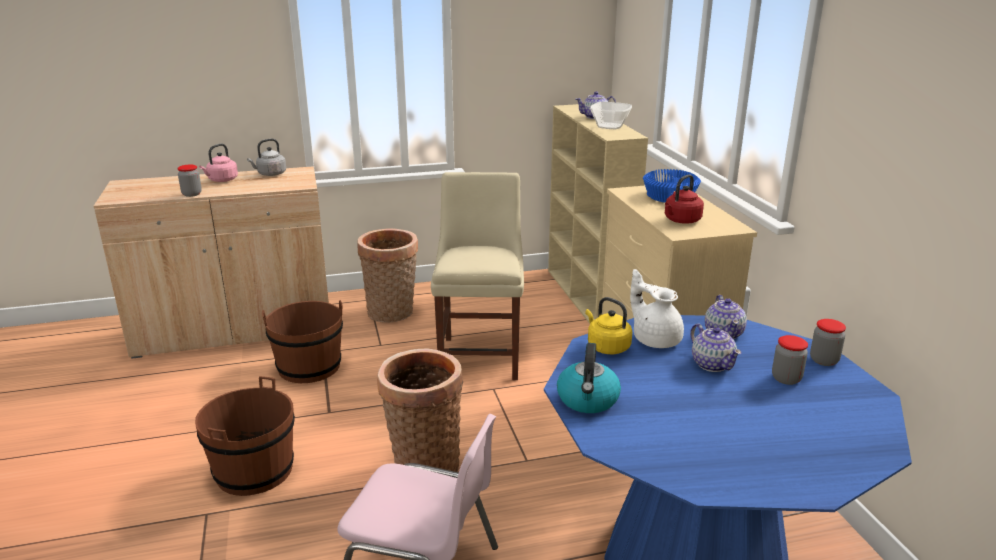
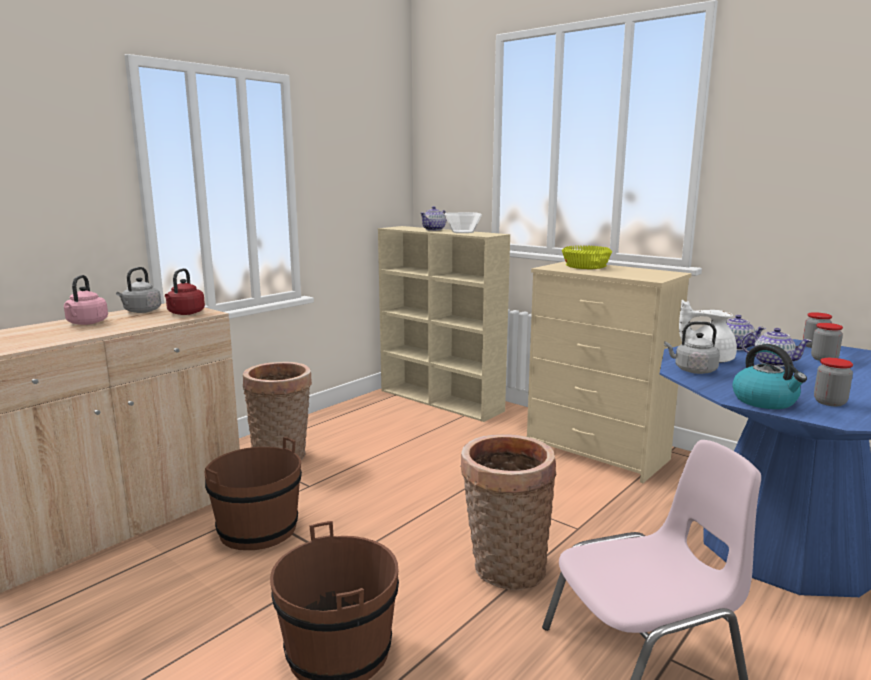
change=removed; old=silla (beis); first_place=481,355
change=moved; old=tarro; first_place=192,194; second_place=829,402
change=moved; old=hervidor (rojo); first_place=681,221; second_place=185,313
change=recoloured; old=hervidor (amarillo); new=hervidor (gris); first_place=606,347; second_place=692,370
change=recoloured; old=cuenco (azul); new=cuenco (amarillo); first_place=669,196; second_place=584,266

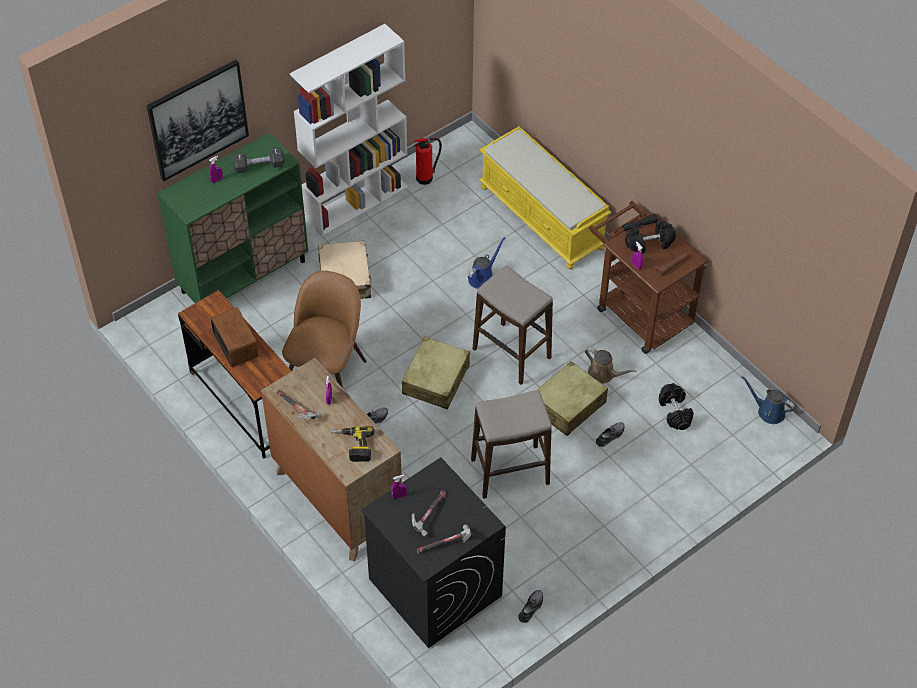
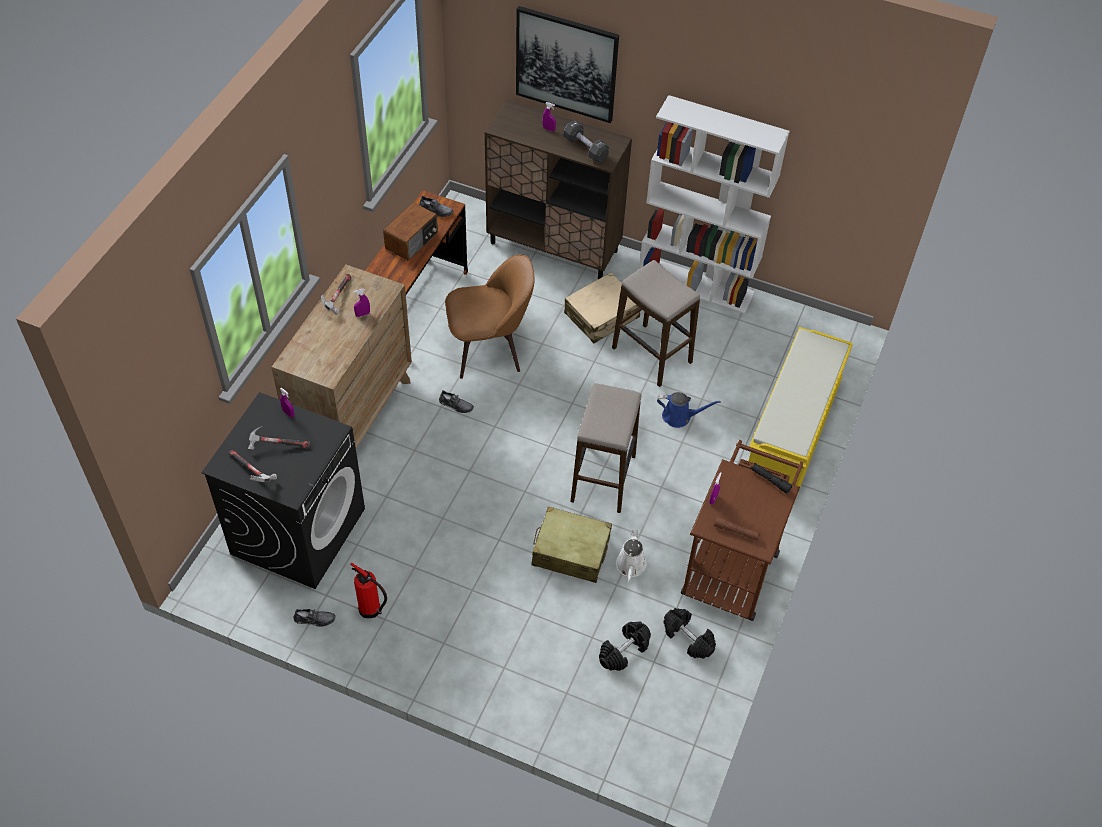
change=removed; old=taladro; first_place=352,446
change=removed; old=maleta (beis); first_place=436,380
change=removed; old=regadera (azul); first_place=768,411
change=moved; old=extintor; first_place=426,178; second_place=371,610
change=moved; old=taburete; first_place=510,472; second_place=651,355
change=moved; old=zapato (gris); first_place=610,436; second_place=436,210
change=moved; old=mancuerna (negro); first_place=649,244; second_place=687,638
change=recoloured; old=armario (verde); new=armario (marrón); first_place=244,276; second_place=554,247
change=recoloured; old=regadera (marrón); new=regadera (blanco); first_place=604,374; second_place=630,567

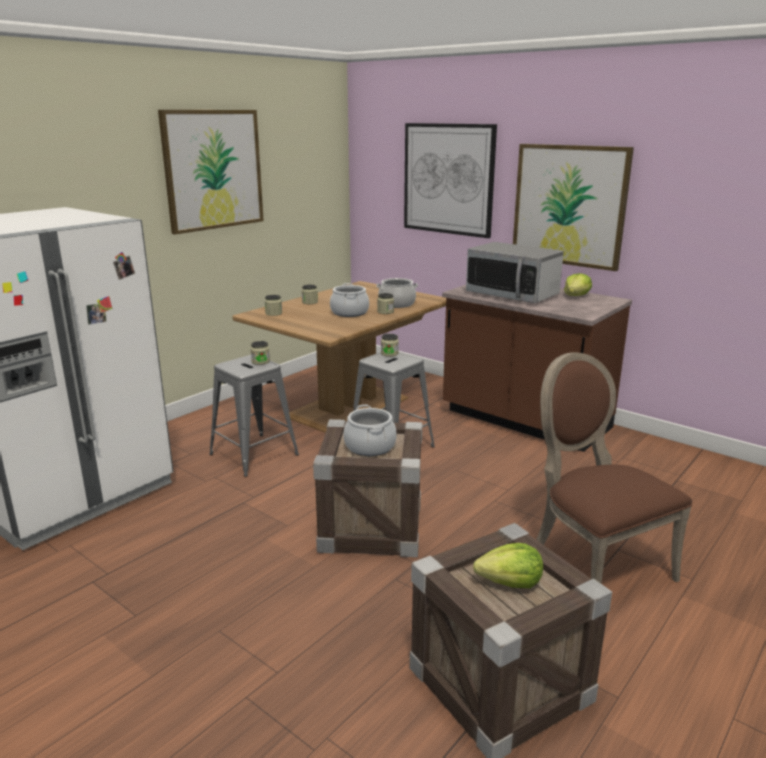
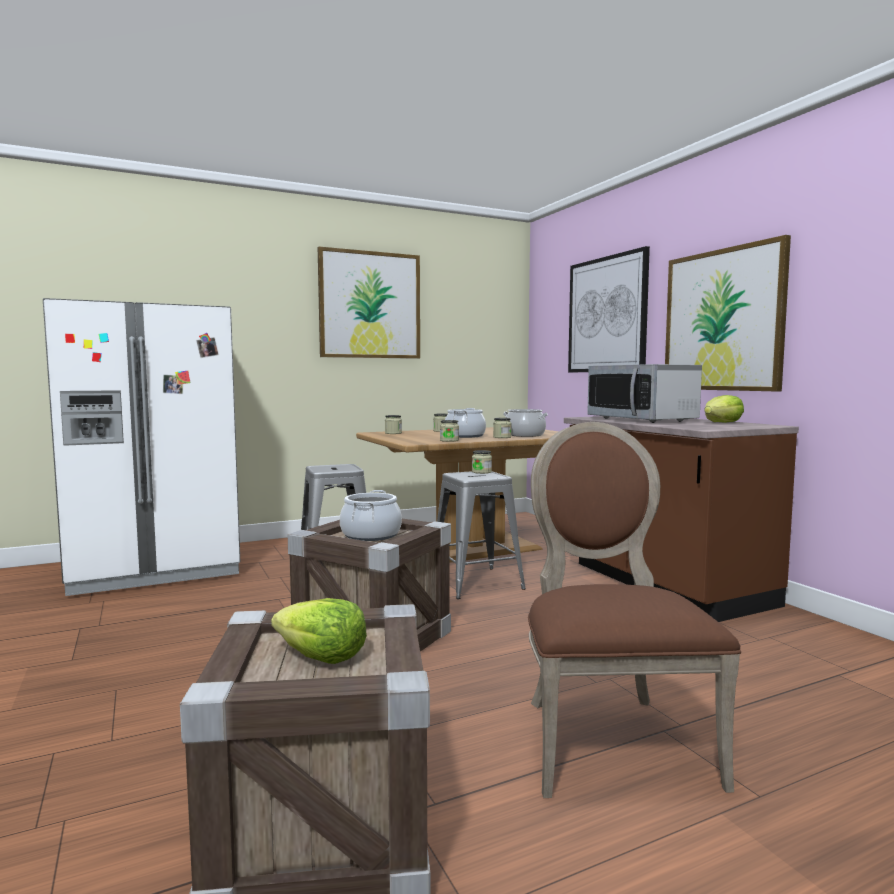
change=moved; old=tarro; first_place=260,361; second_place=449,440

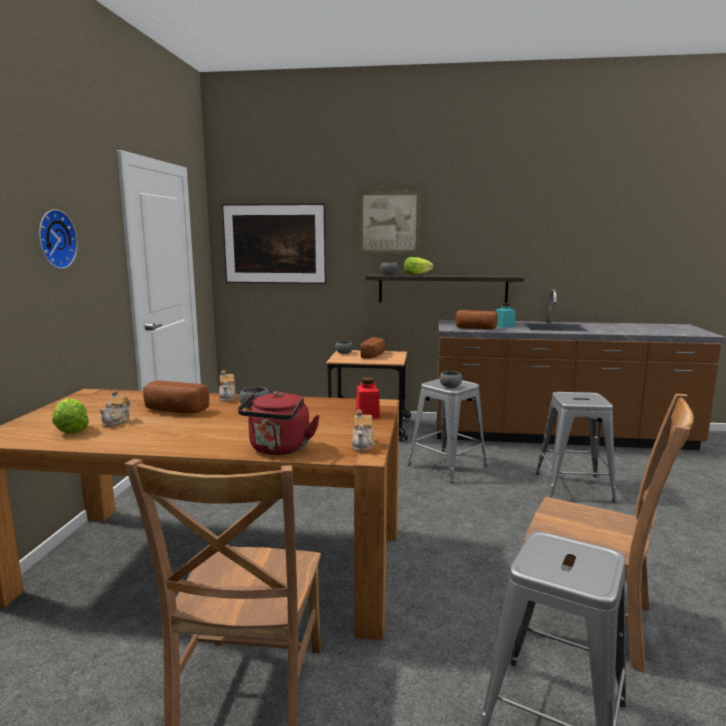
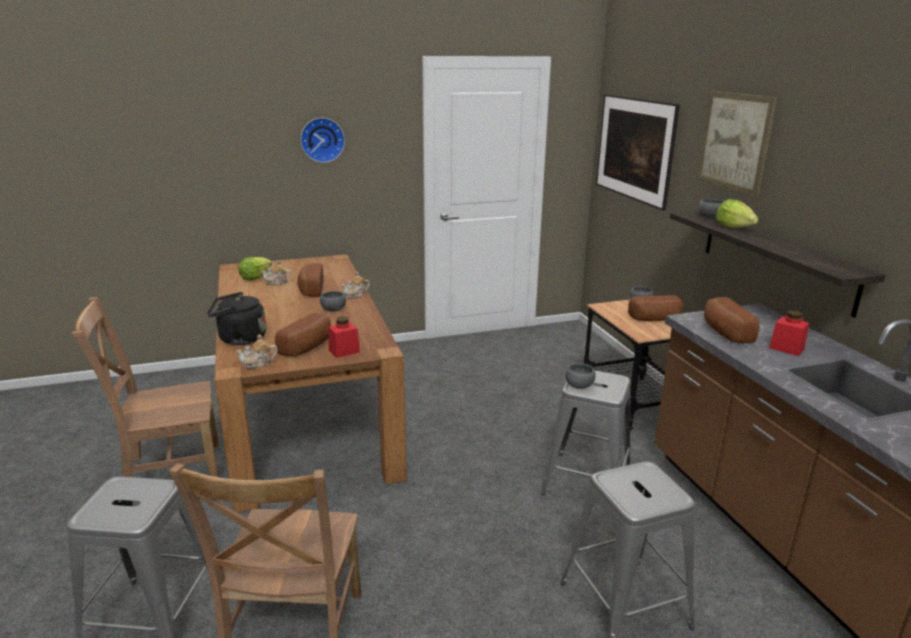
change=added; new=pan; second_place=308,347
change=recoloured; old=hervidor (rojo); new=hervidor (negro); first_place=278,449; second_place=239,339
change=recoloured; old=tarro (turquesa); new=tarro (rojo); first_place=504,326; second_place=786,348

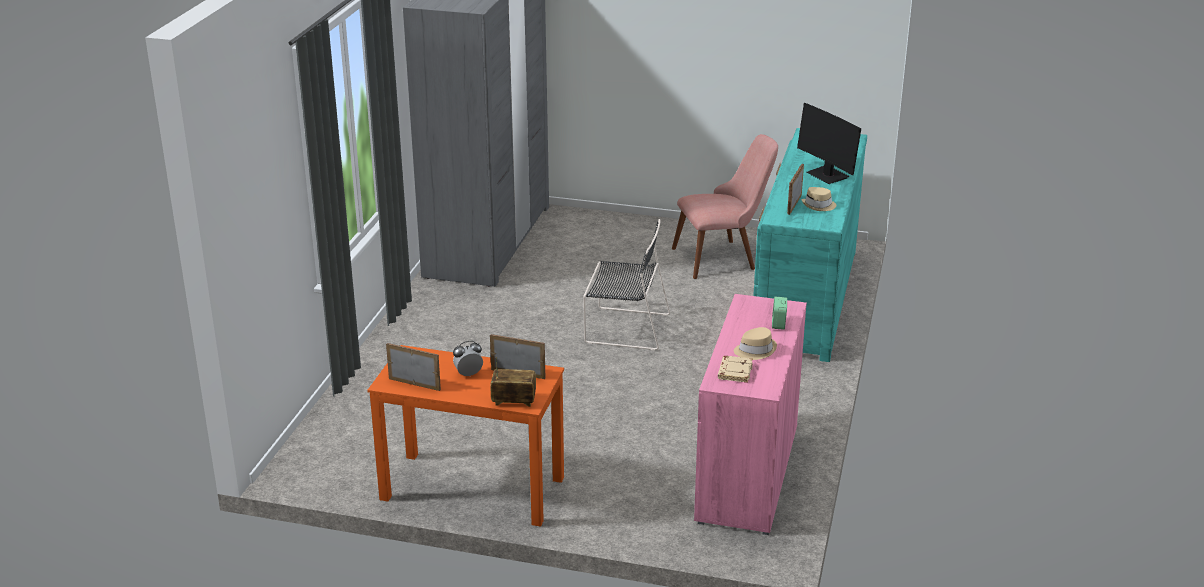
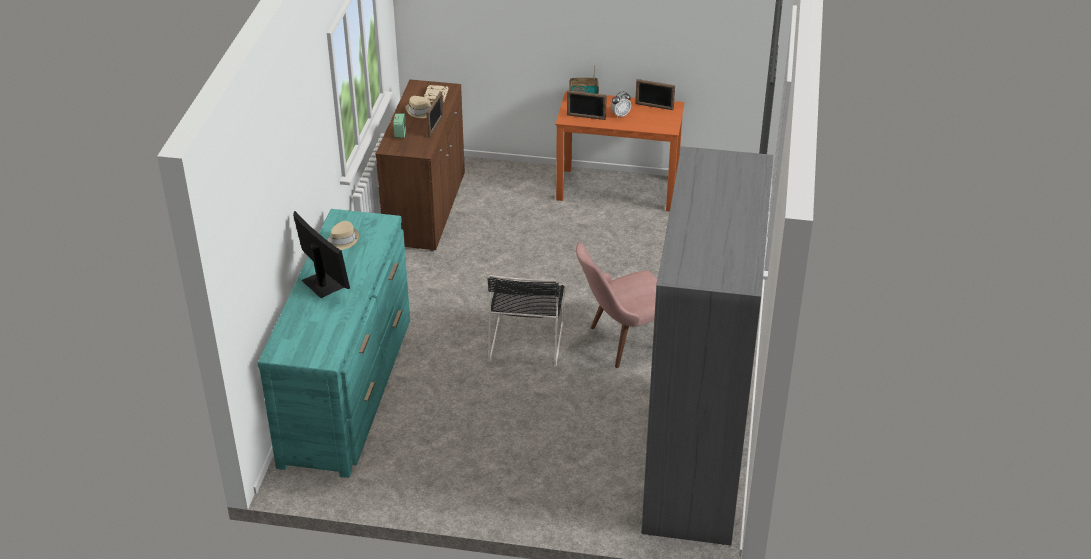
change=moved; old=silla (rosa); first_place=724,257; second_place=622,342
change=moved; old=portarretratos; first_place=794,204; second_place=435,126
change=recoloured; old=armario (rosa); new=armario (marrón); first_place=747,473; second_place=426,209
change=turned; old=silla (negro); first_place=624,328; second_place=527,340; degrees=-90

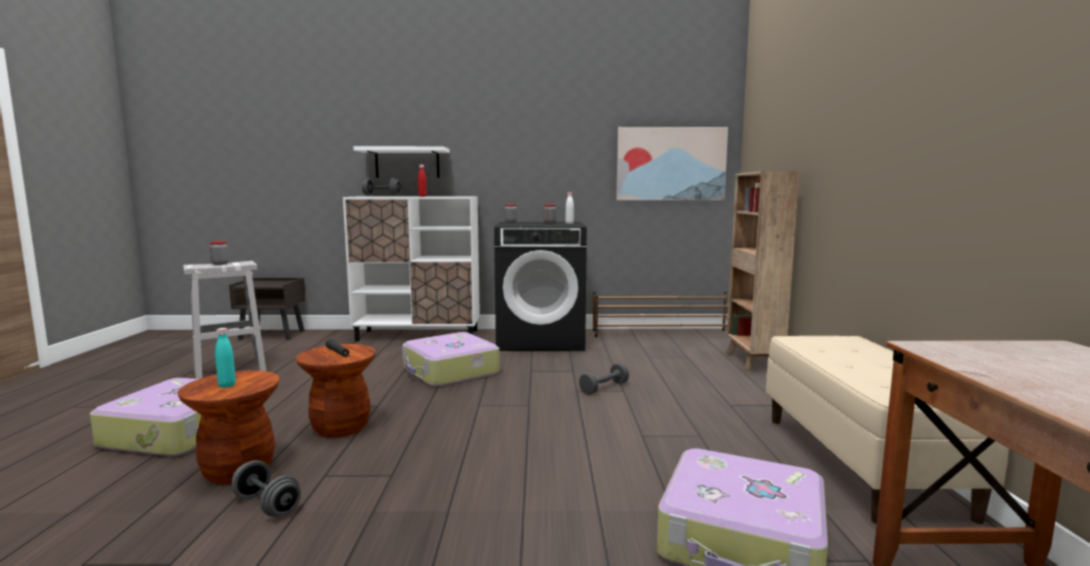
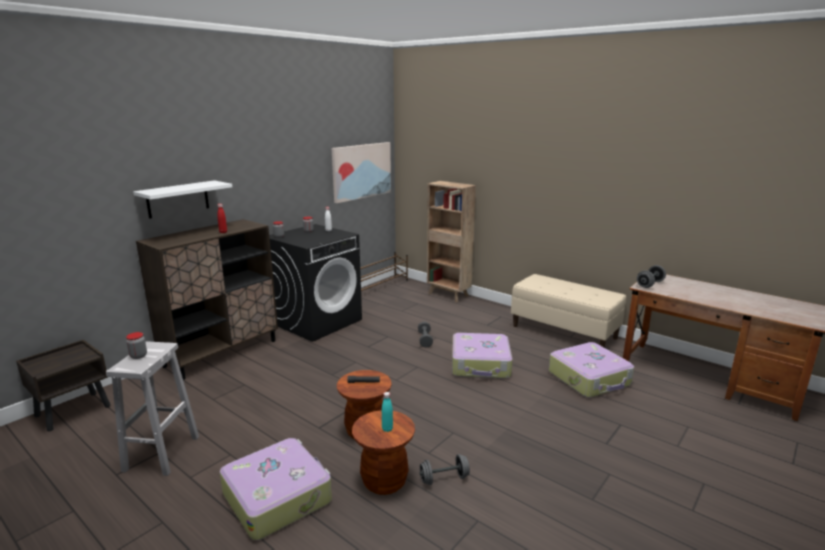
change=moved; old=mancuerna (gris); first_place=382,196; second_place=650,284
change=moved; old=maleta; first_place=450,371; second_place=481,365
change=recoloured; old=armario (blanco); new=armario (marrón); first_place=418,335; second_place=222,353

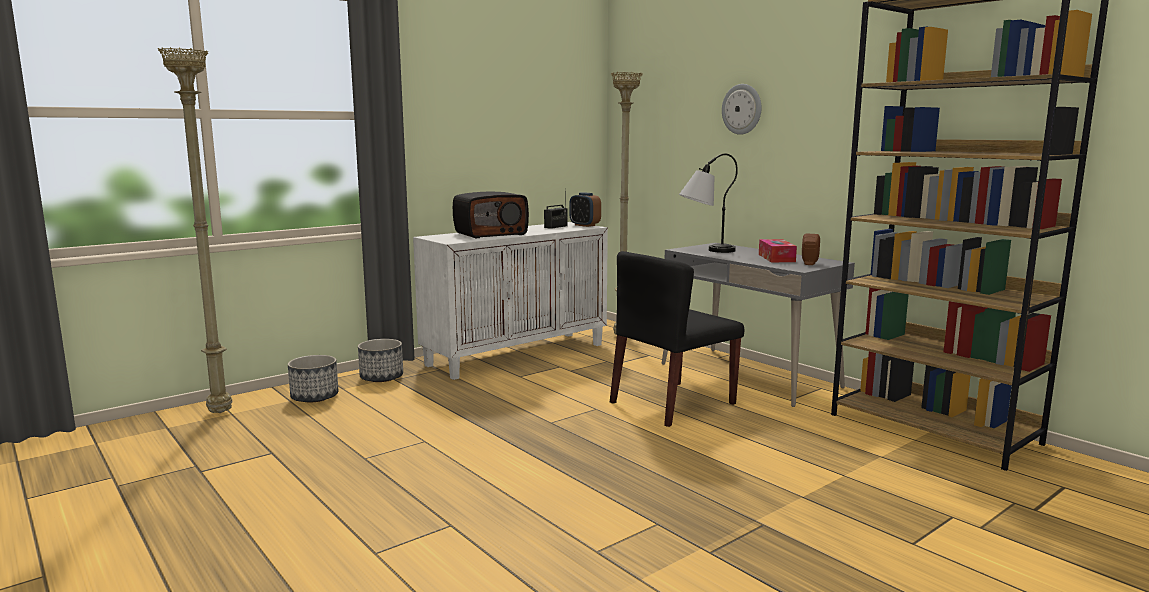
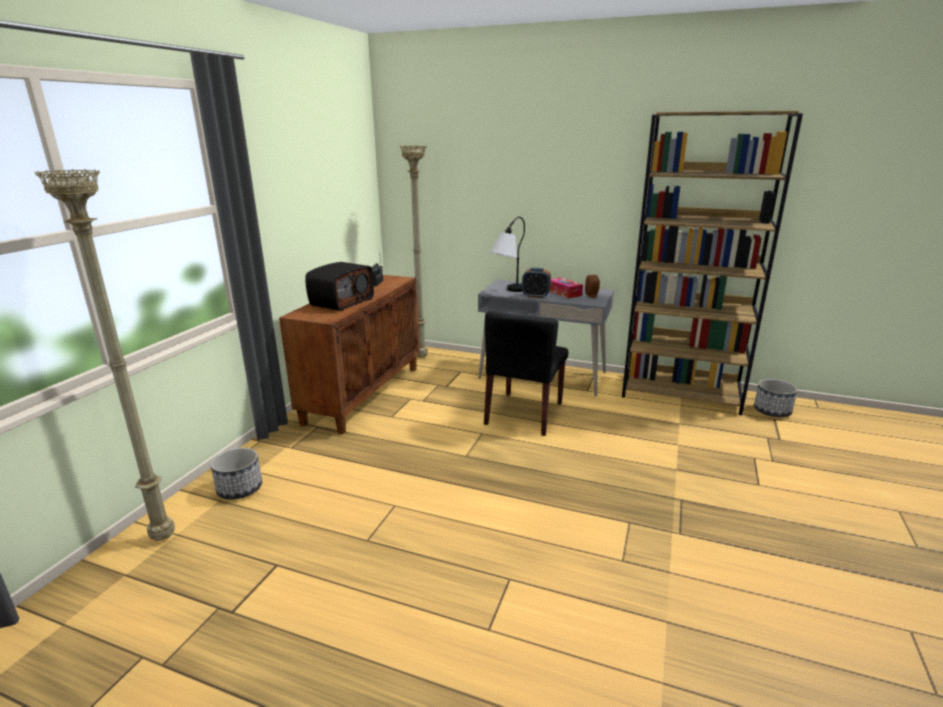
change=removed; old=reloj de pared; first_place=742,109
change=moved; old=maceta; first_place=381,378; second_place=772,411
change=moved; old=despertador; first_place=585,225; second_place=535,296
change=recoloured; old=armario (blanco); new=armario (marrón); first_place=517,354; second_place=363,394

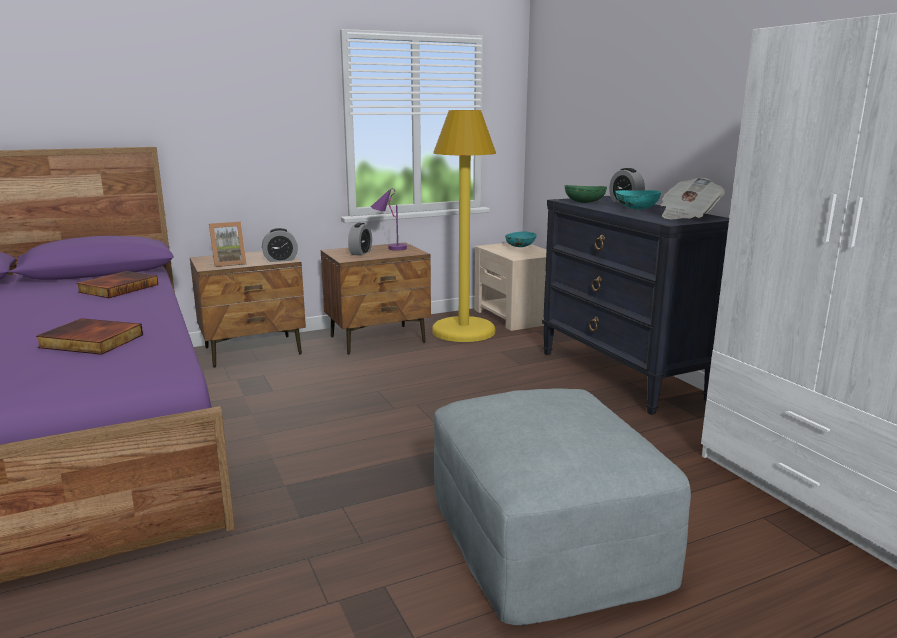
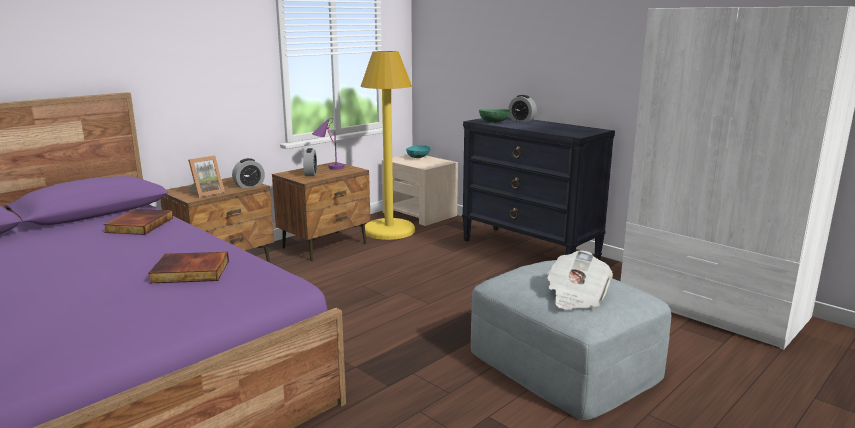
change=removed; old=cuenco (turquesa); first_place=636,209
change=moved; old=periódico; first_place=687,216; second_place=576,297

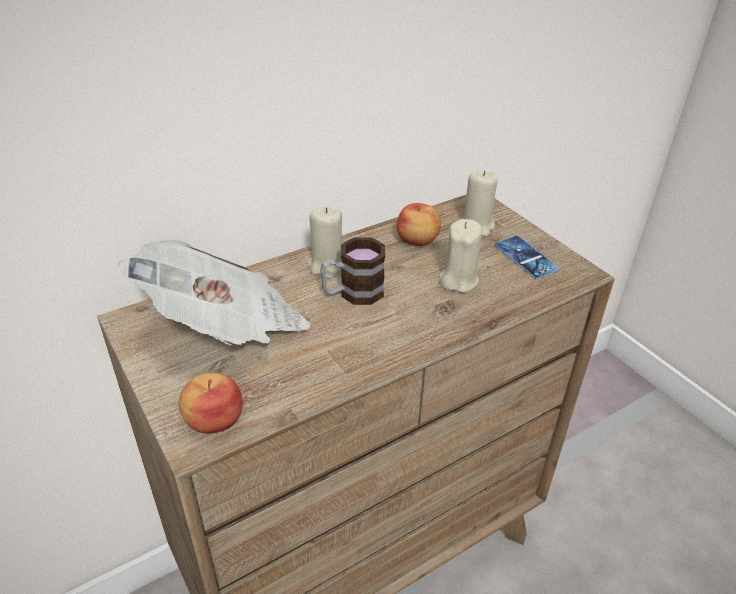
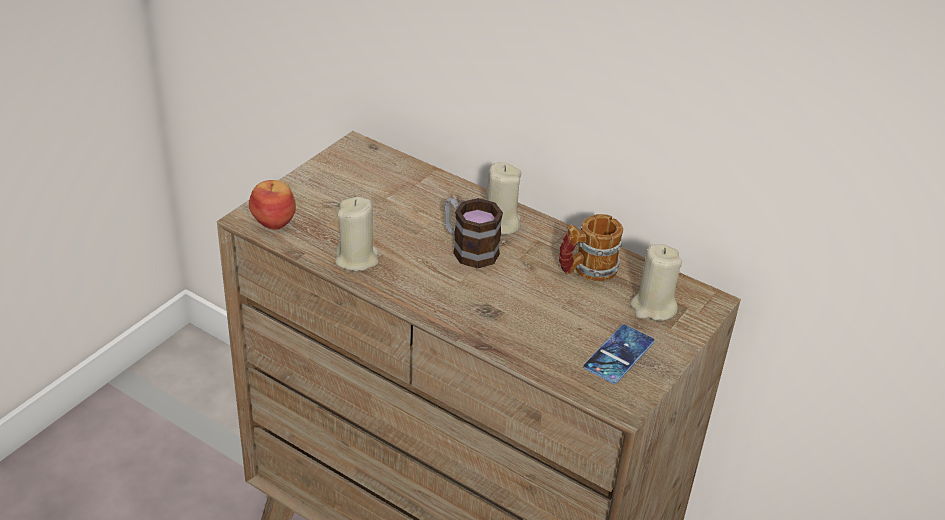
change=removed; old=periódico; first_place=226,326
change=moved; old=vela (beis); first_place=458,280; second_place=357,259
change=replaced; old=manzana; new=taza grande; first_place=417,241; second_place=586,270

